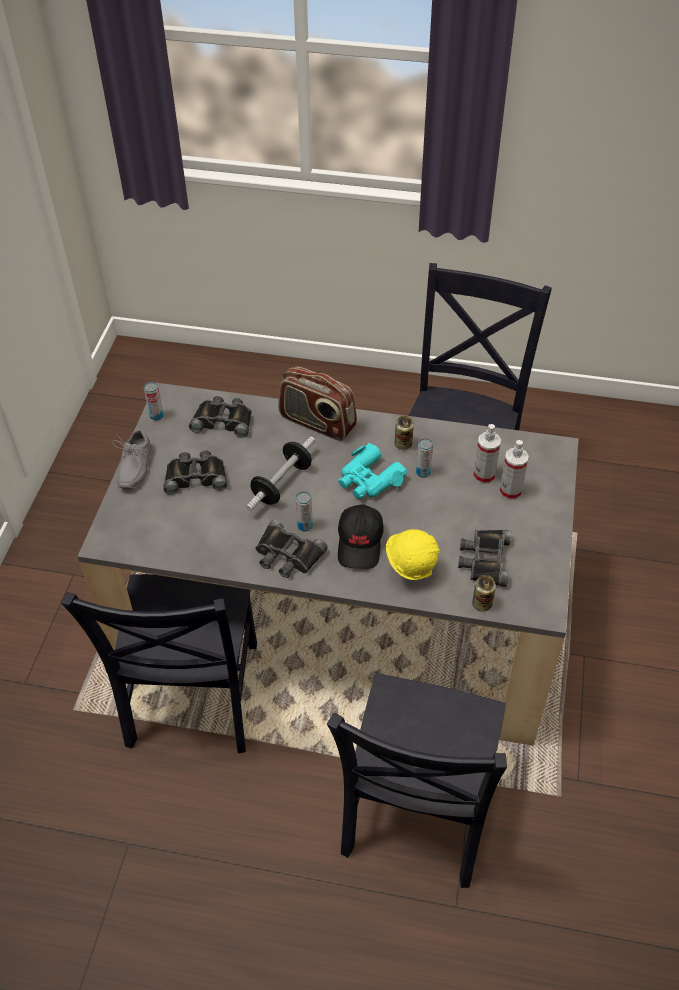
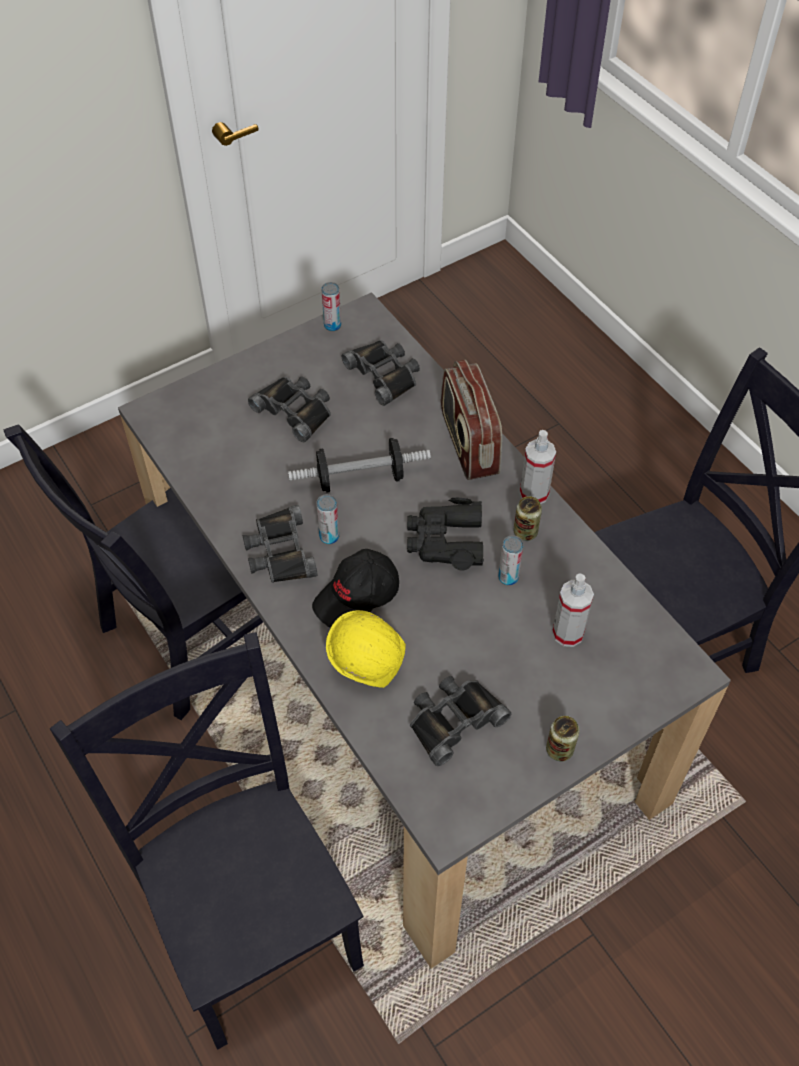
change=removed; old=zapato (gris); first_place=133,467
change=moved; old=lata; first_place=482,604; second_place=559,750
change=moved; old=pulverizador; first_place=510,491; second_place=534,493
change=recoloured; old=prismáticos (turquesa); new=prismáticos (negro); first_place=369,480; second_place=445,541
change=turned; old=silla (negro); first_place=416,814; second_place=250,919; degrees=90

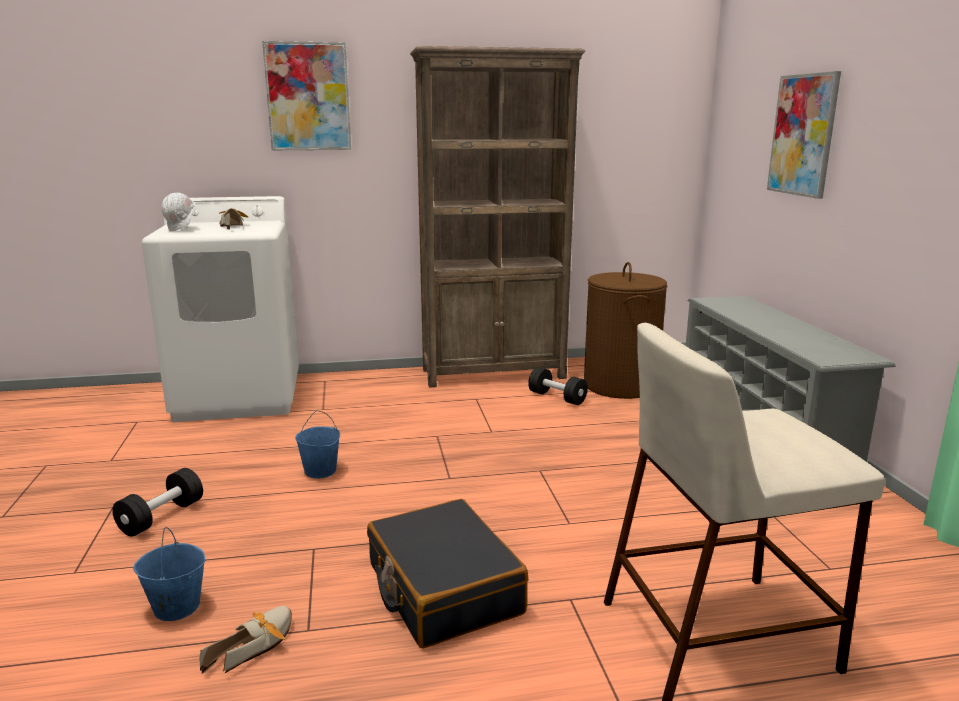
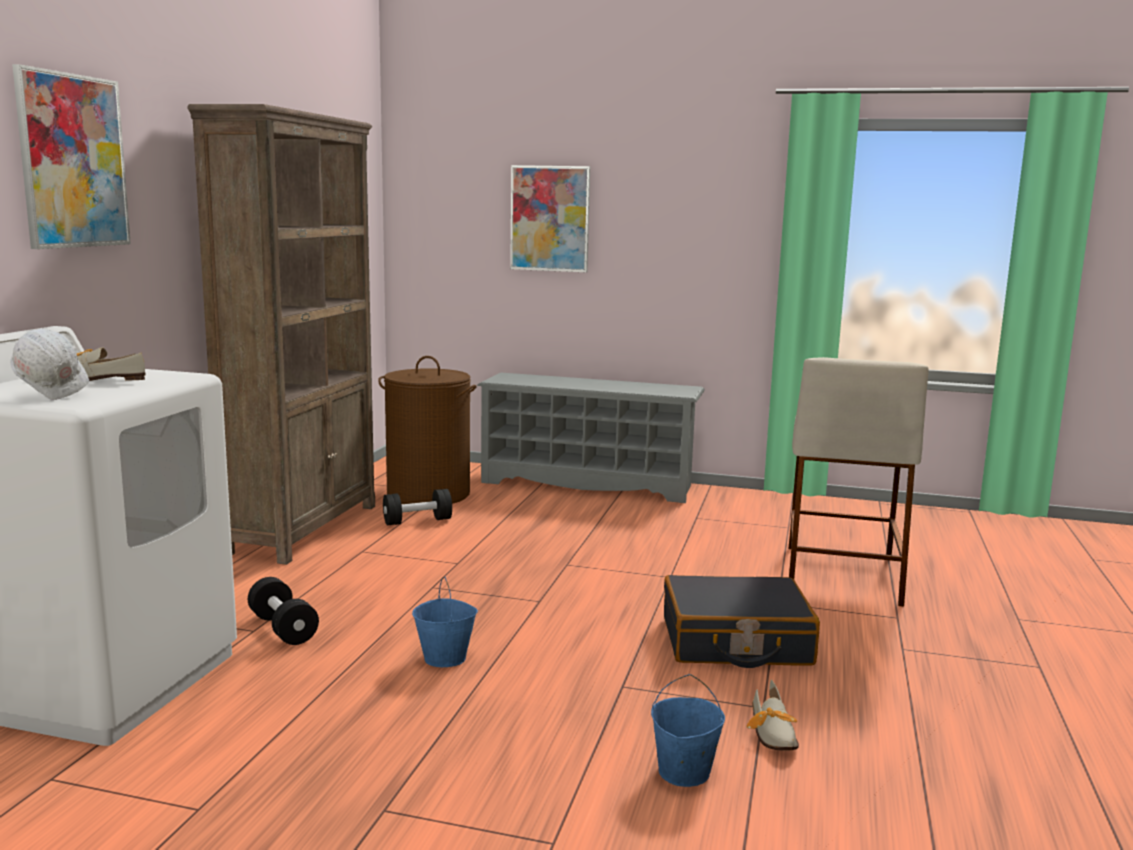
change=moved; old=mancuerna (negro); first_place=162,517; second_place=283,628
change=turned; old=zapato; first_place=257,645; second_place=774,734; degrees=-150

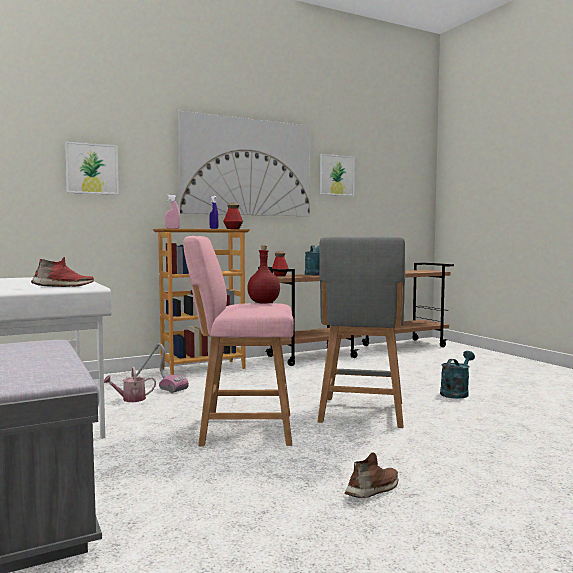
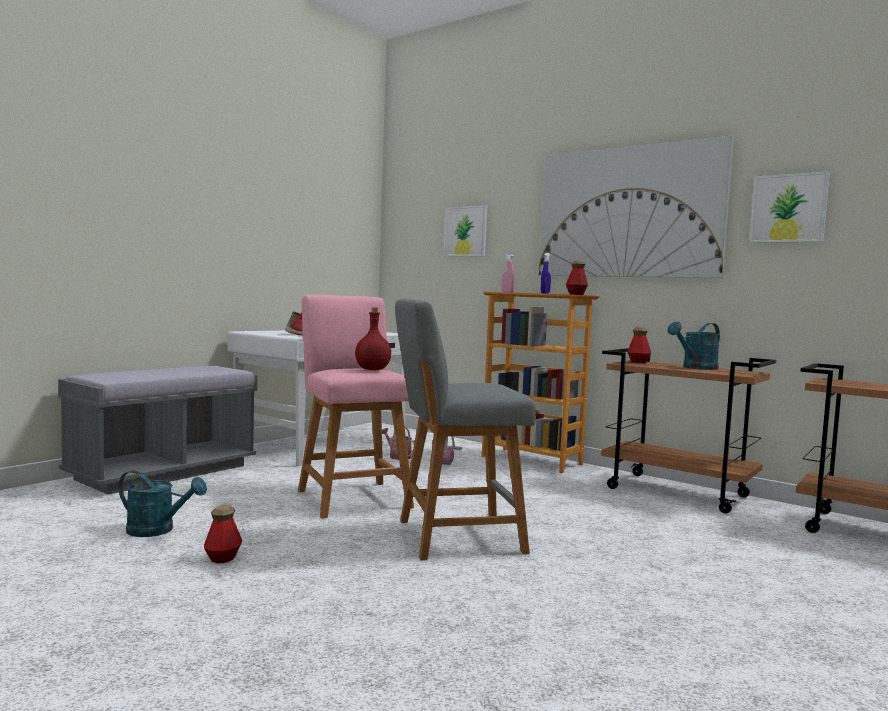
change=moved; old=regadera (turquesa); first_place=456,393; second_place=158,530
change=replaced; old=zapato (marrón); new=botella; first_place=374,490; second_place=223,558

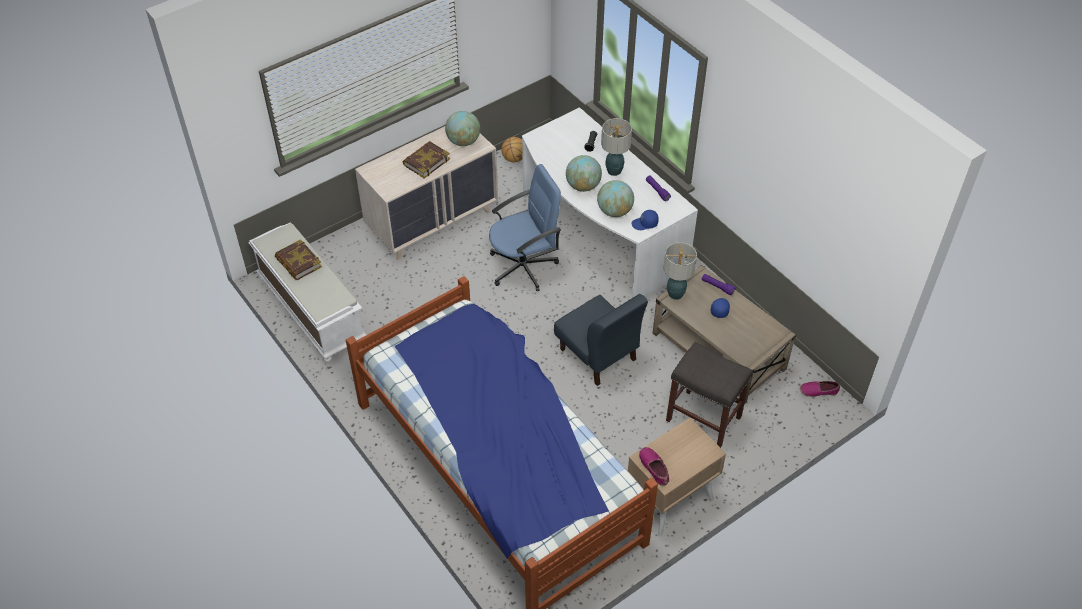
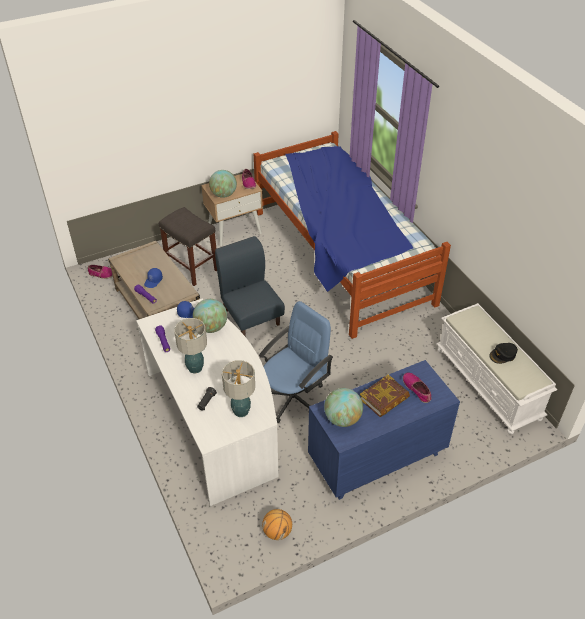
change=added; new=zapato; second_place=417,389
change=moved; old=globo terráqueo; first_place=583,186; second_place=223,194
change=moved; old=lámpara de mesa; first_place=676,294; second_place=240,411
change=replaced; old=libro; new=gorra (negro); first_place=298,263; second_place=503,355
change=recoloured; old=cómoda (beis); new=cómoda (azul); first_place=432,221; second_place=376,459
change=turned; old=silla de oficina (azul); first_place=524,266; second_place=293,398; degrees=150

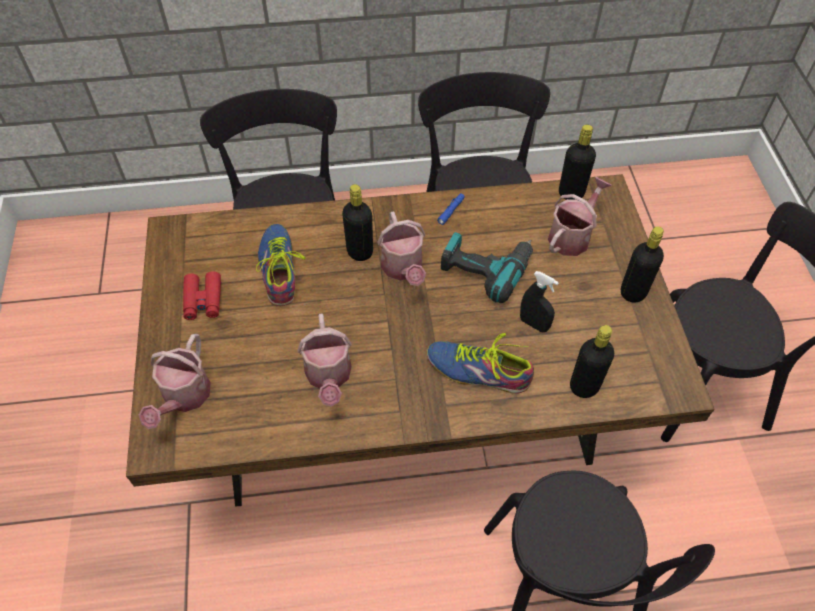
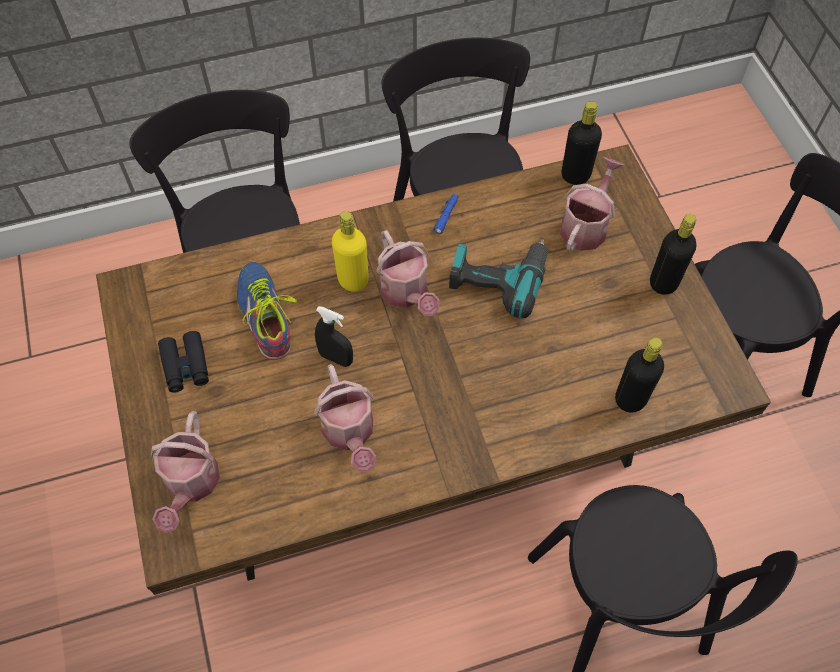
change=removed; old=zapato; first_place=478,371
change=moved; old=pulverizador (negro); first_place=534,324; second_place=336,358
change=recoloured; old=prismáticos (rojo); new=prismáticos (negro); first_place=203,300; second_place=185,366
change=recoloured; old=botella (negro); new=botella (amarillo); first_place=360,252; second_place=353,280

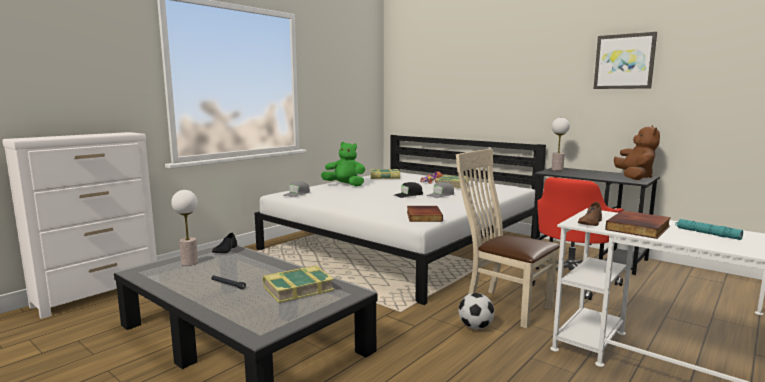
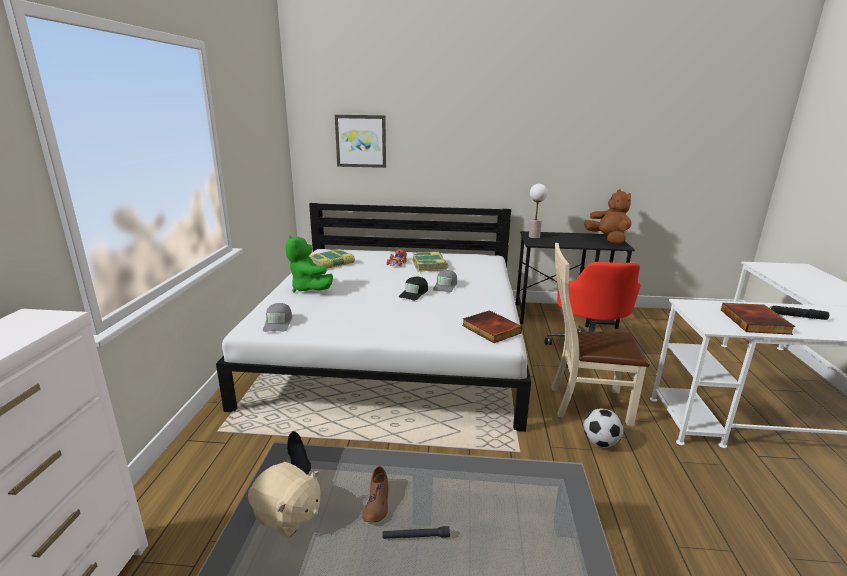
change=removed; old=libro; first_place=298,289
change=moved; old=zapato (marrón); first_place=590,222; second_place=377,502
change=moved; old=cuadro; first_place=624,61; second_place=361,141
change=replaced; old=lámpara de mesa; new=peluche (beis); first_place=189,263; second_place=287,515
change=recoloured; old=linterna (turquesa); new=linterna (negro); first_place=707,234; second_place=797,316
change=turned; old=peluche (verde); first_place=345,185; second_place=309,289; degrees=-105

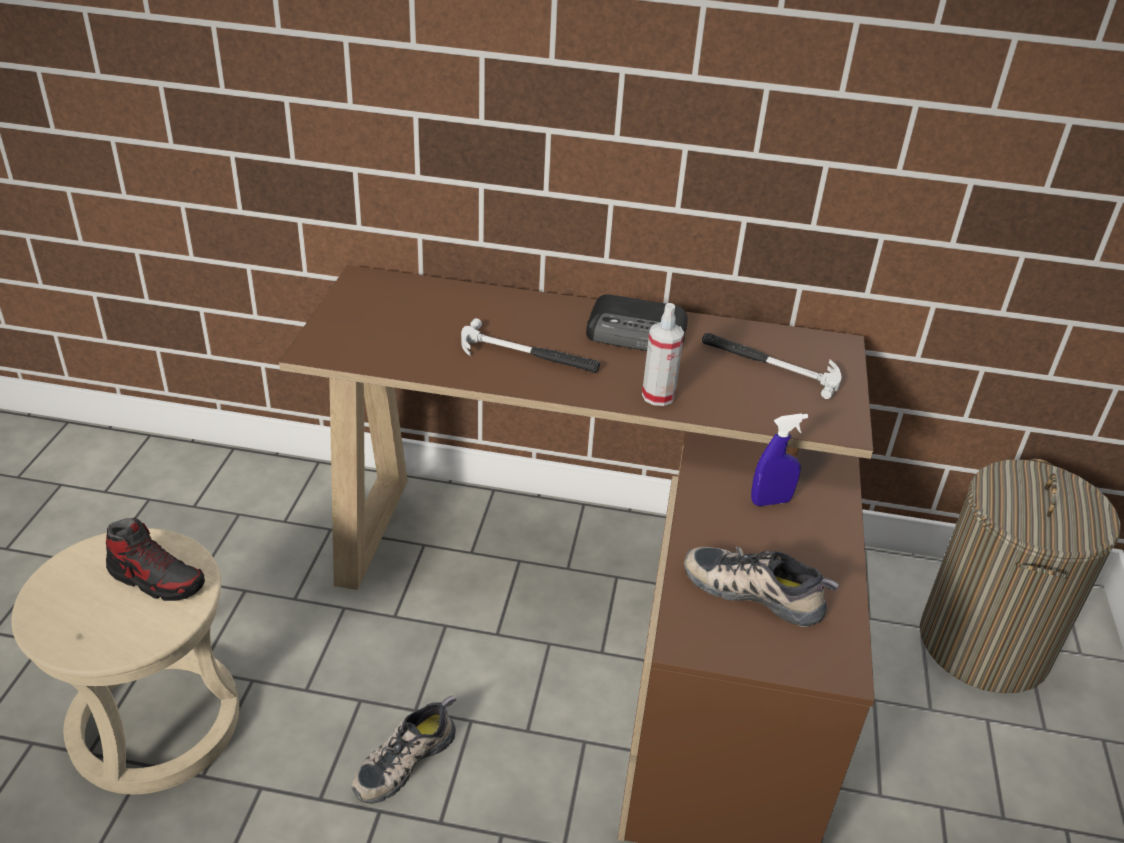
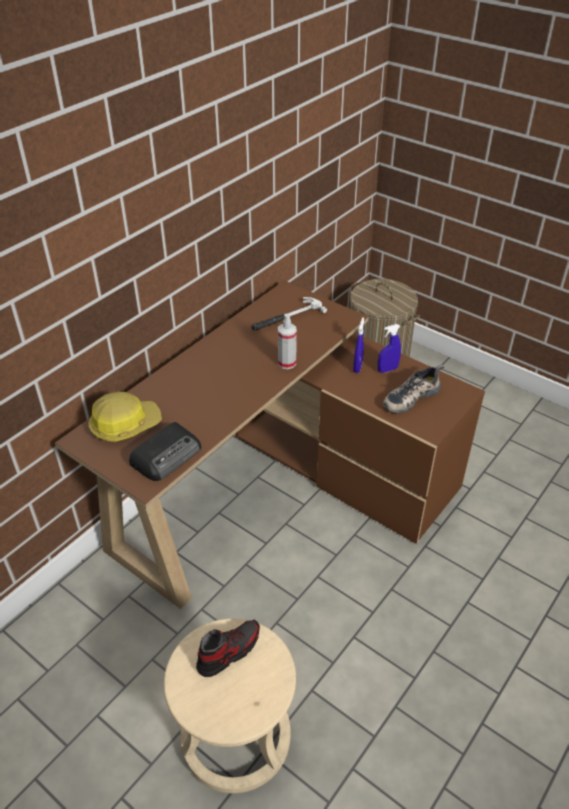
change=removed; old=zapato; first_place=403,758
change=removed; old=martillo; first_place=528,355
change=added; new=casco; second_place=125,424
change=added; new=pulverizador (azul); second_place=387,370
change=moved; old=radio; first_place=637,333; second_place=167,455

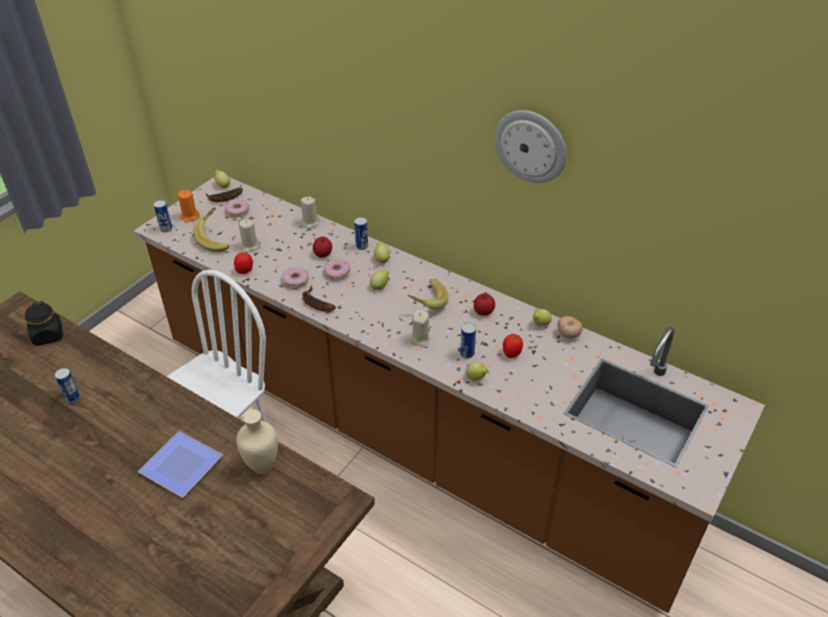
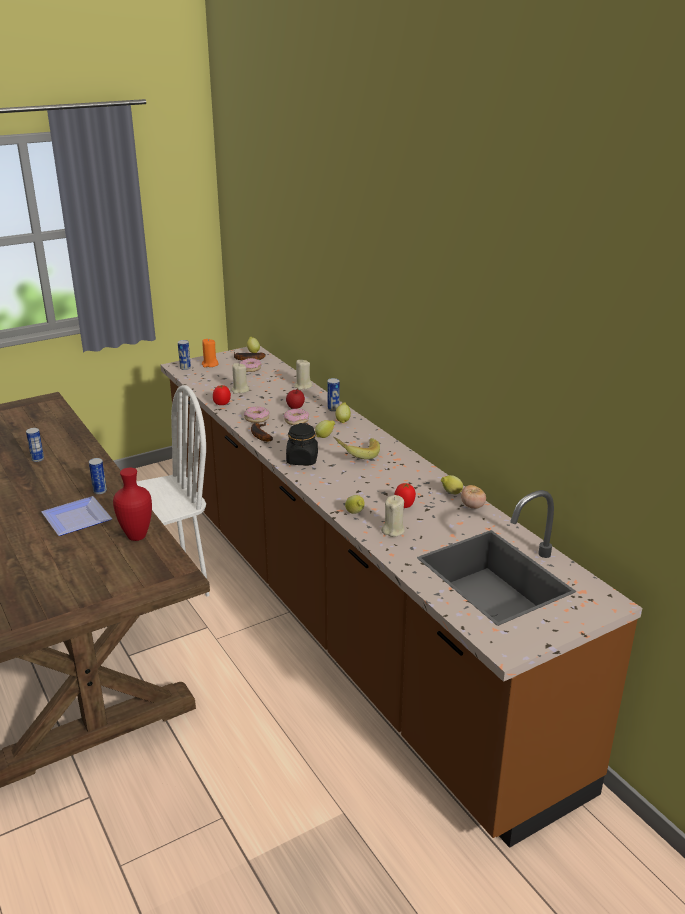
change=removed; old=plátano; first_place=216,239
change=removed; old=manzana; first_place=483,311
change=removed; old=reloj de pared; first_place=531,146
change=moved; old=tarro (negro); first_place=48,335; second_place=302,460
change=moved; old=vela (beis); first_place=419,339; second_place=393,530
change=moved; old=lata; first_place=467,354; second_place=100,491
change=recoloured; old=florero (beis); new=florero (rojo); first_place=262,465; second_place=137,536

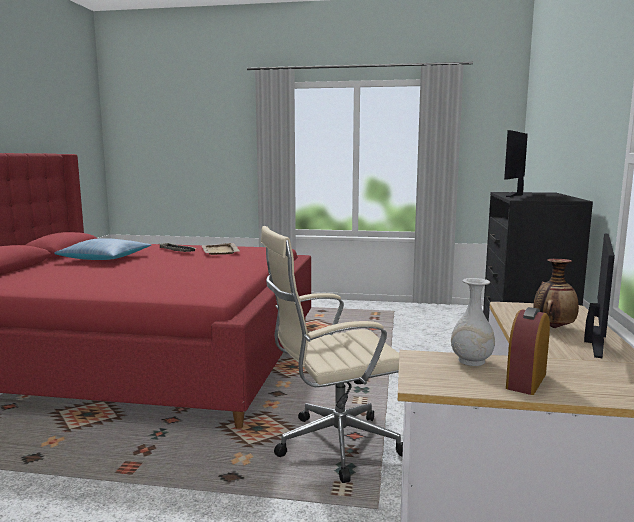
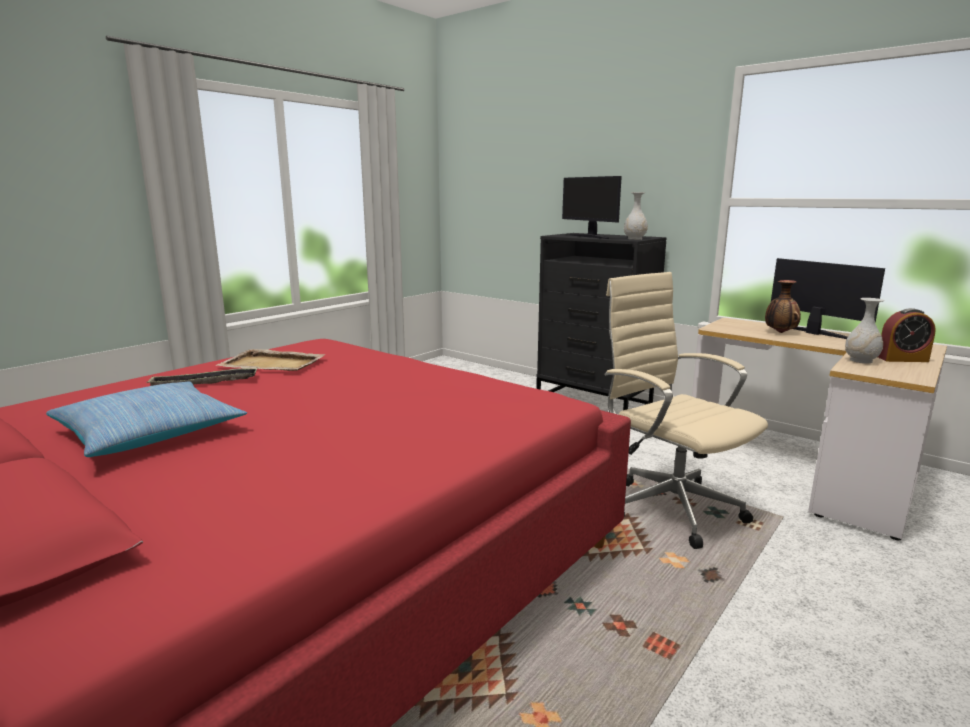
change=added; new=florero (blanco); second_place=635,239
change=turned; old=silla de oficina (beis); first_place=332,446; second_place=669,507; degrees=135
change=turned; old=despertador; first_place=526,381; second_place=902,359; degrees=-60

